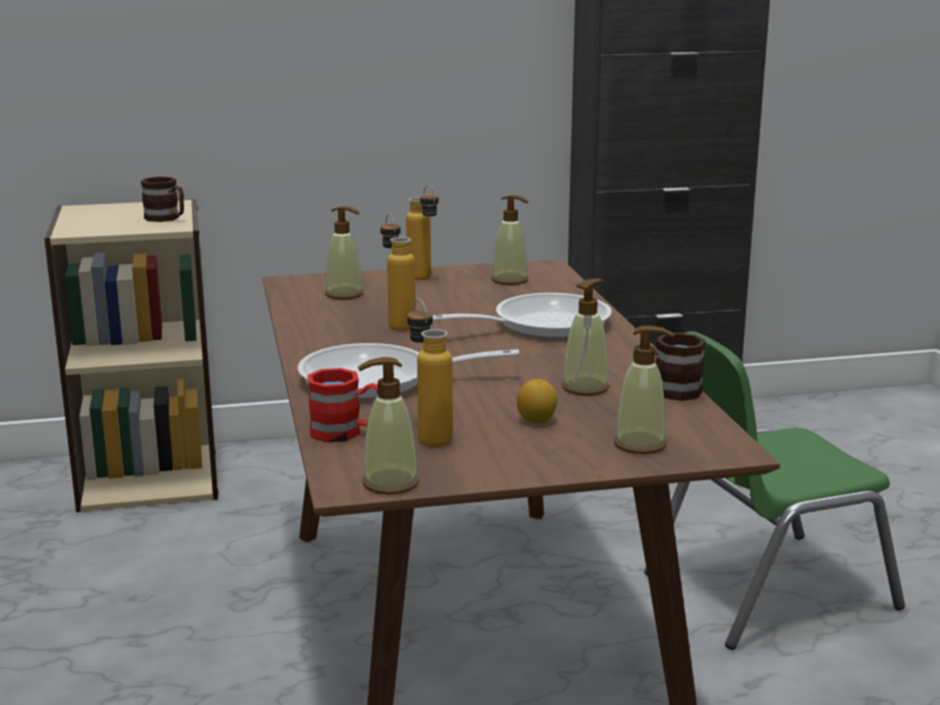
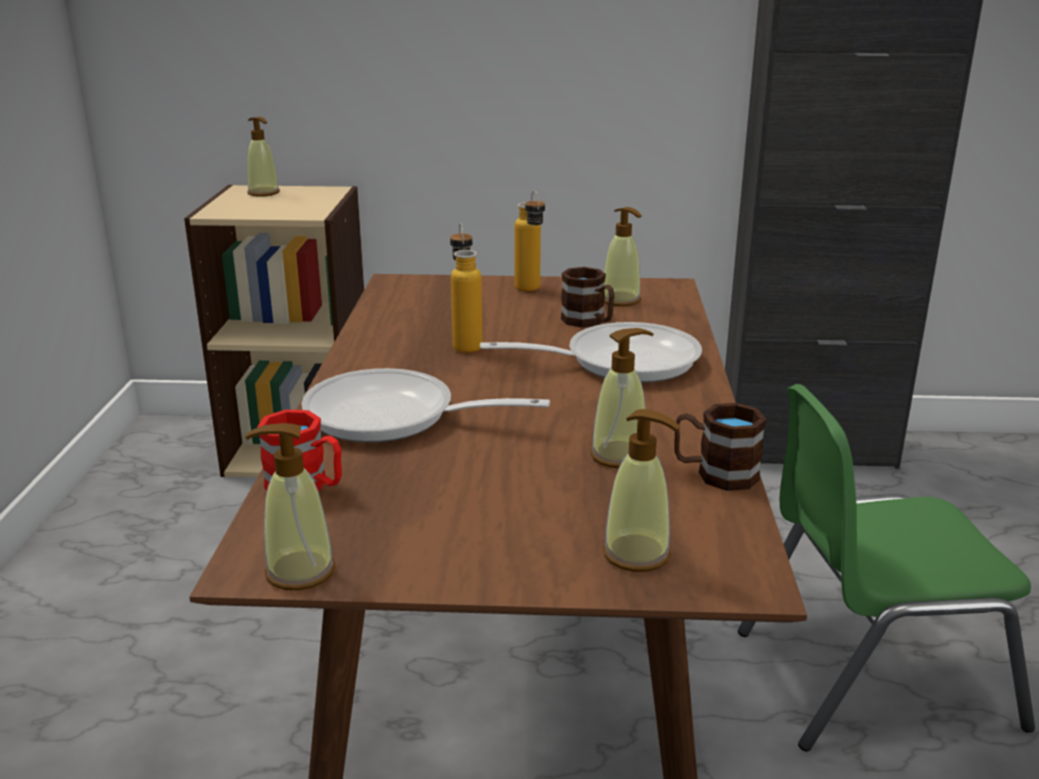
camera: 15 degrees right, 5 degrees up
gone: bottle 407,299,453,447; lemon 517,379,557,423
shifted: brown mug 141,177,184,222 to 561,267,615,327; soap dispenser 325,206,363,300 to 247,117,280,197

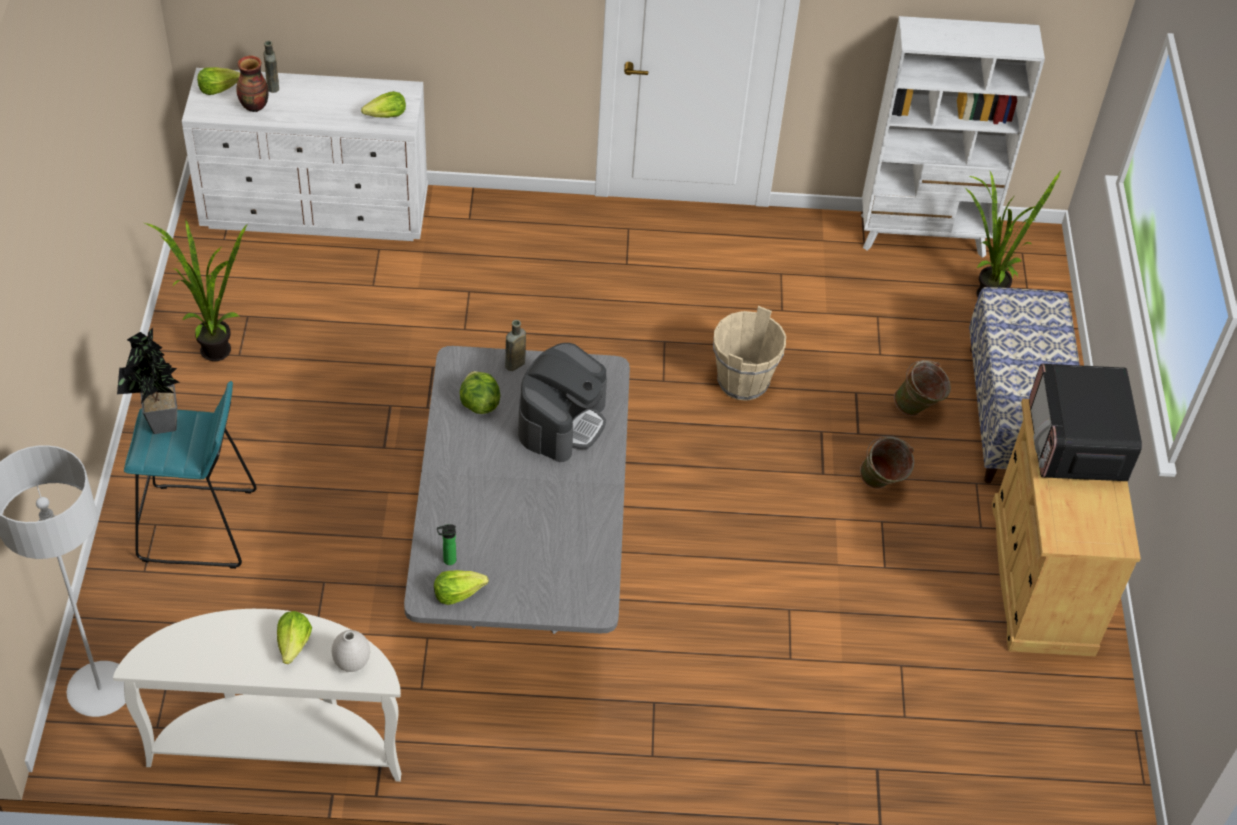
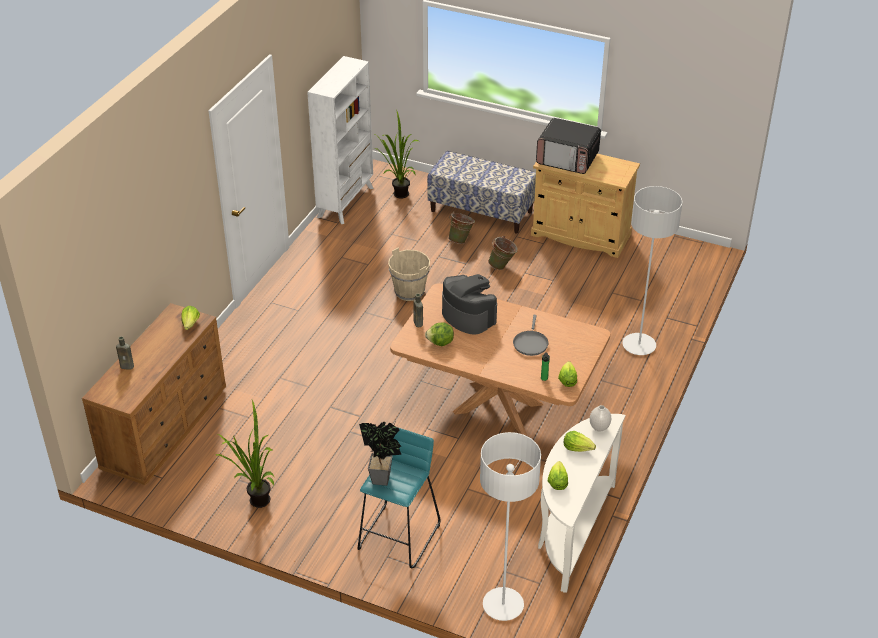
camera: 65 degrees left, 10 degrees down
gone: vase 236,56,269,112
new: grey floor lamp 622,186,682,355; grey frying pan 513,315,548,356
shifted: lettuce 197,67,240,95 to 548,461,568,490
repainted: white dresser 182,68,428,241 to brown dresser 82,303,226,485; grey dining table 404,346,630,634 to brown dining table 390,283,610,435

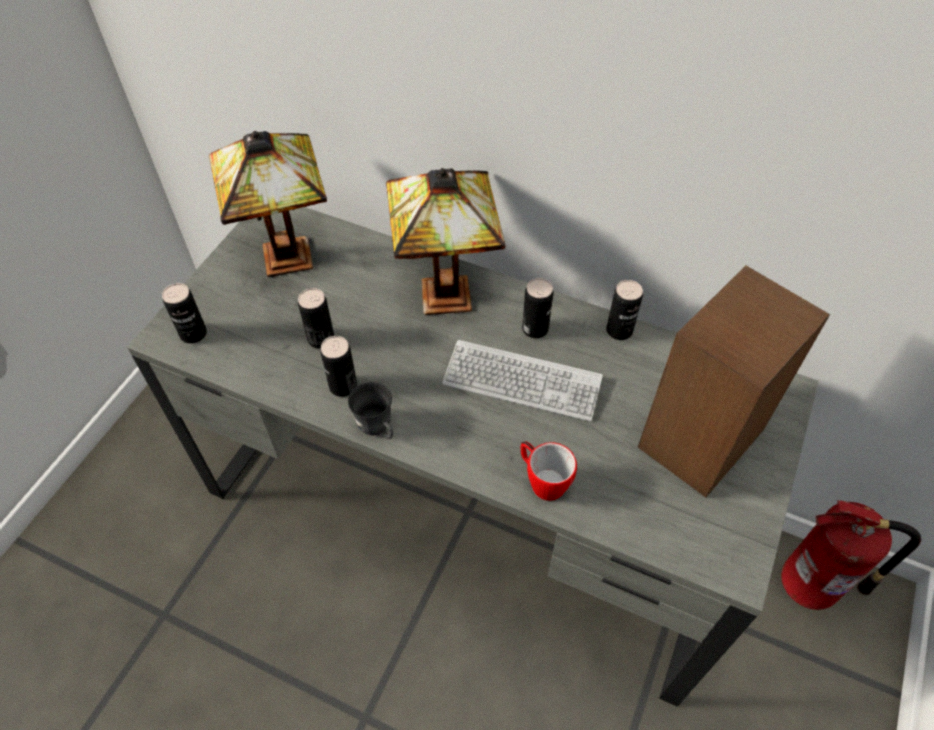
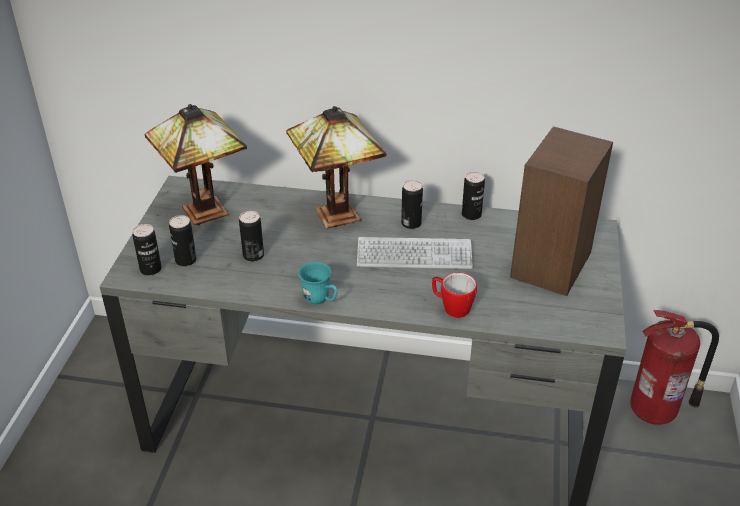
camera: 15 degrees left, 15 degrees down
shifted: can 320,336,357,397 to 169,215,197,266
repainted: grey mug 348,382,393,439 to turquoise mug 298,262,338,305

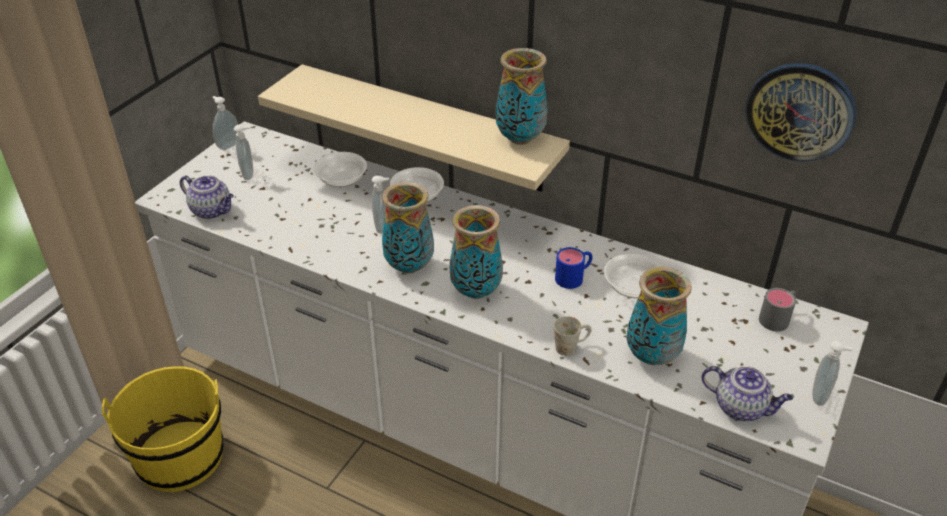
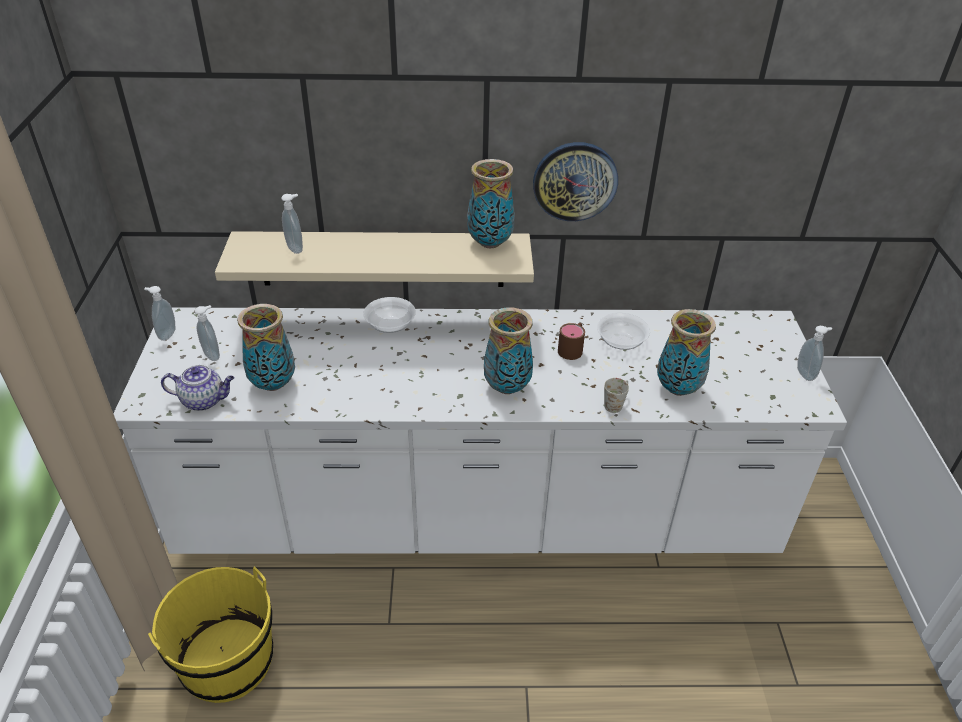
camera: 30 degrees left, 0 degrees up
gone: bowl 314,152,367,187; grey mug 759,288,797,332; teapot 702,366,793,421
shifted: wall clock 745,63,856,162 to 533,142,618,221; soap dispenser 372,175,389,234 to 281,194,303,254; vase 382,182,434,274 to 237,304,295,391
repainted: blue mug 555,247,592,289 to brown mug 558,323,585,360

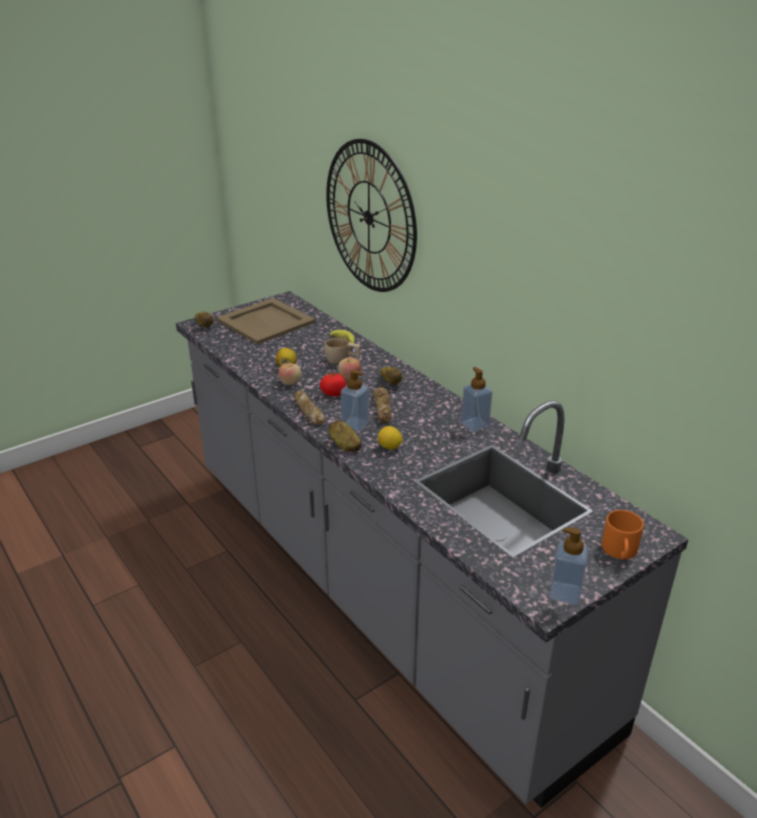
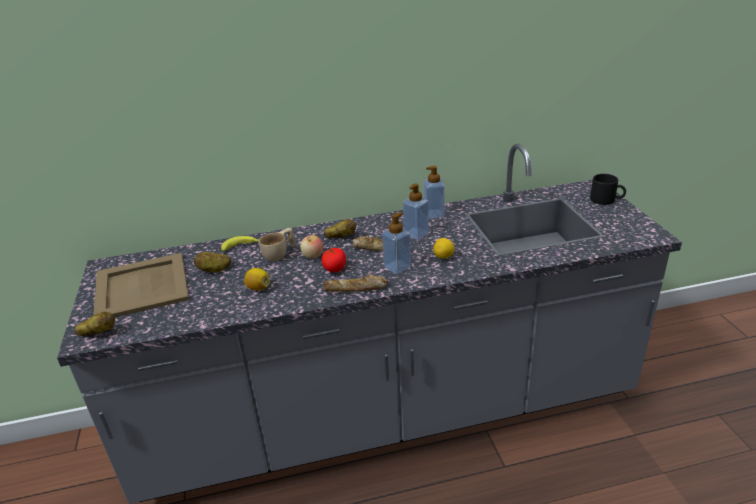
camera: 65 degrees left, 0 degrees up
gone: wall clock 326,139,417,292; apple 278,363,301,385
shifted: potato 329,420,361,452 to 194,252,231,272; soap dispenser 549,527,589,605 to 403,183,429,240
repainted: orange mug 602,510,644,560 to black mug 590,174,626,205

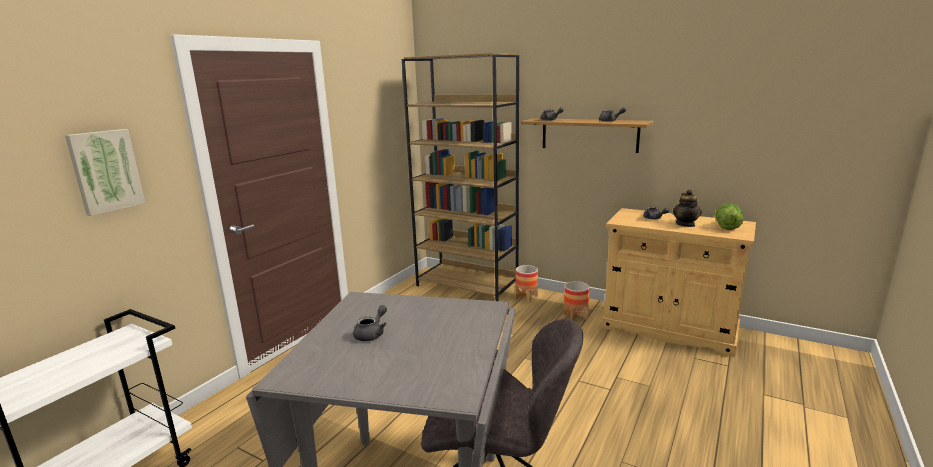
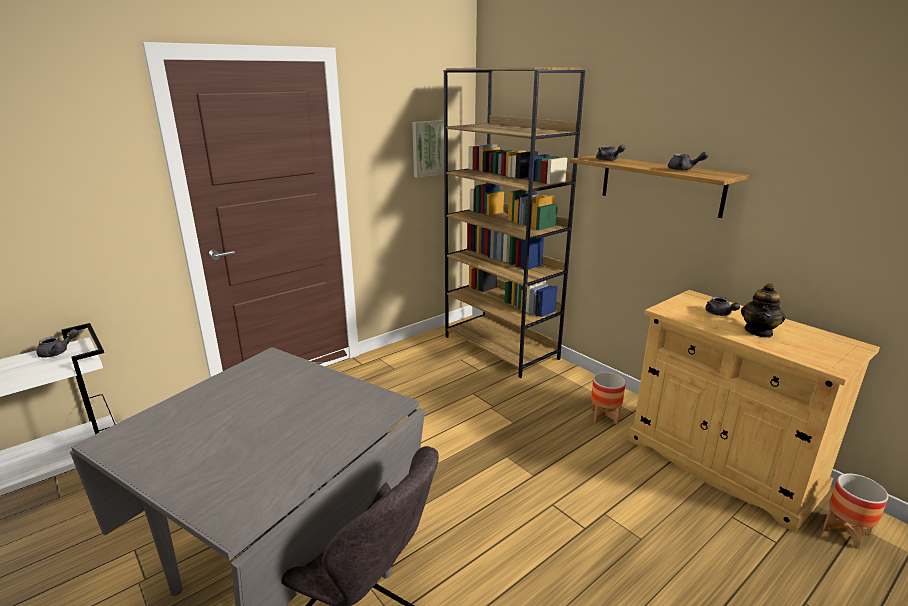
camera: 20 degrees right, 5 degrees up
gone: lettuce 716,204,744,230
shifted: picture 65,129,146,216 to 412,120,444,178; planter 515,265,538,303 to 823,473,889,549; grey teapot 353,305,387,341 to 36,329,79,358

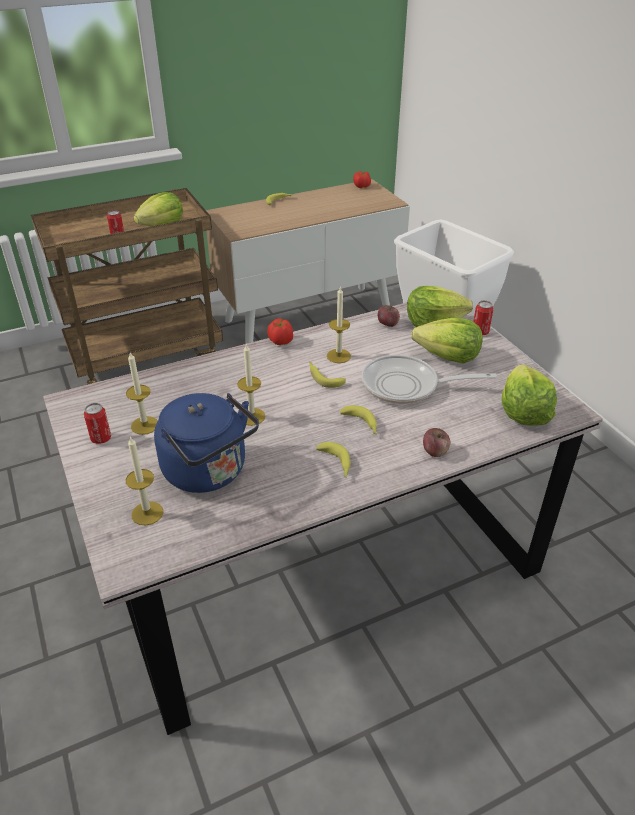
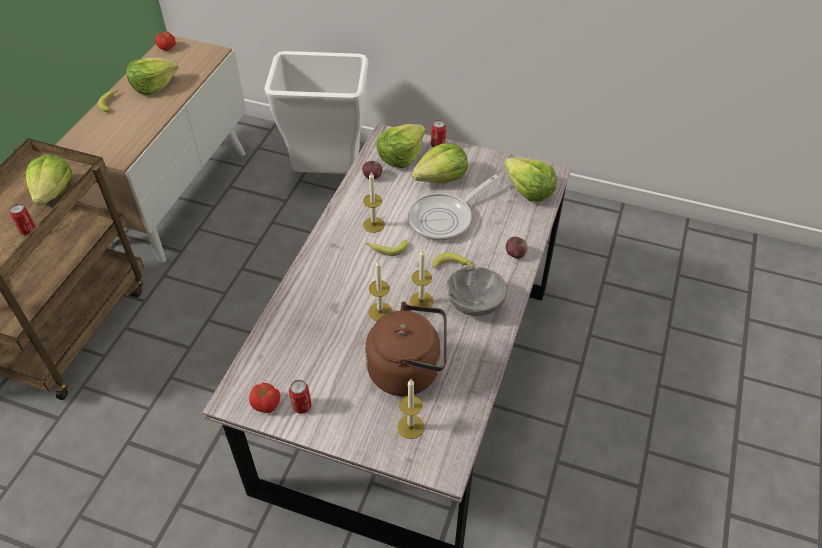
camera: 45 degrees left, 10 degrees up
new: lettuce 126,58,178,95
shifted: tomato 267,319,293,345 to 249,383,280,413; candle 126,353,158,435 to 410,250,433,307
swapped: banana 316,442,351,477 to grey bowl 447,267,507,316
repainted: blue kettle 154,393,259,493 to brown kettle 365,302,447,396

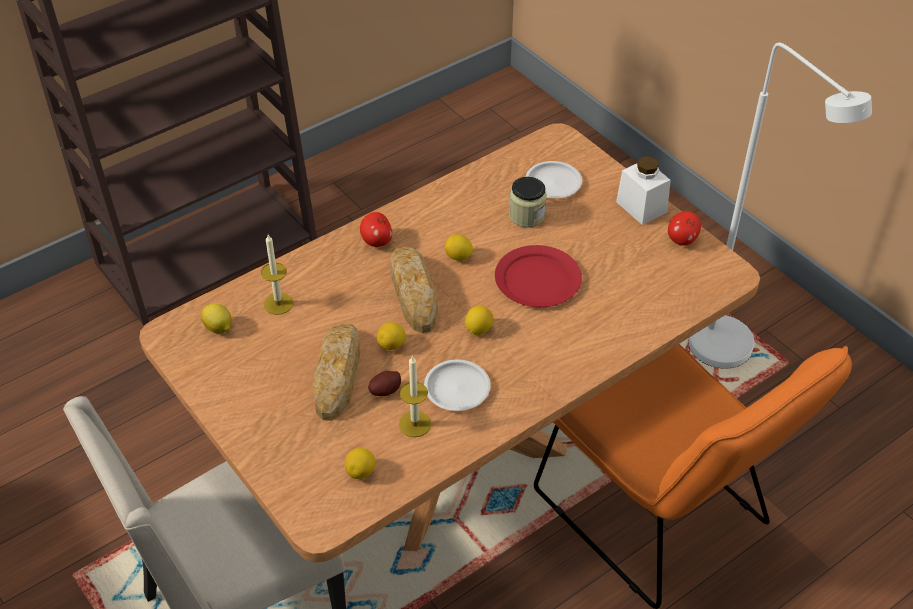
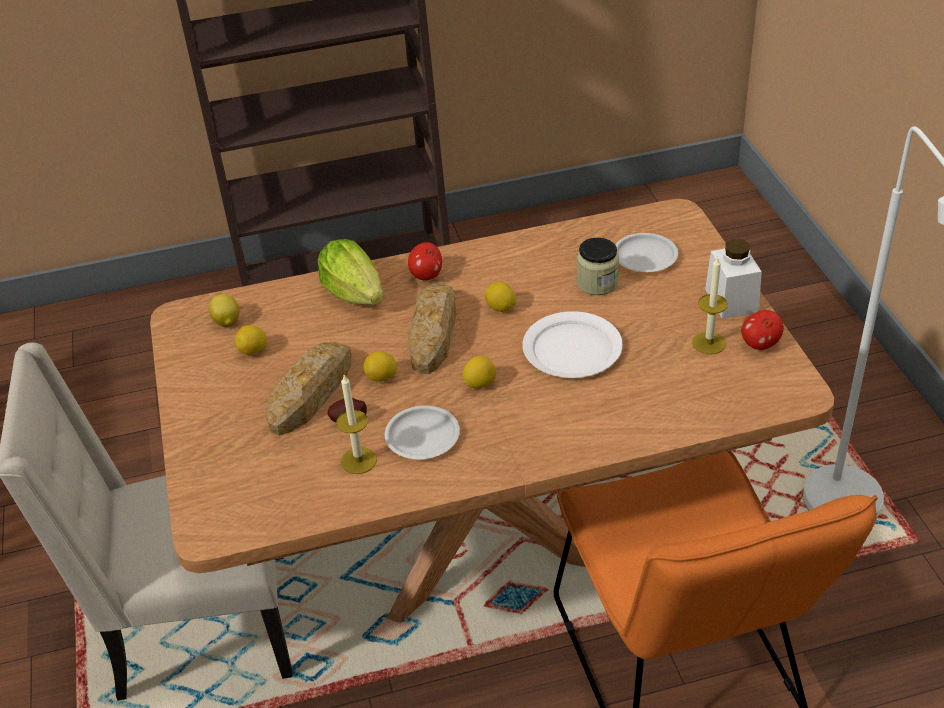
camera: 25 degrees right, 5 degrees down
new: lettuce 318,239,383,305
shifted: candle 261,235,293,315 to 692,256,728,354; lemon 344,448,375,479 to 234,325,267,355
repainted: red plate 495,245,582,307 to white plate 522,311,623,378

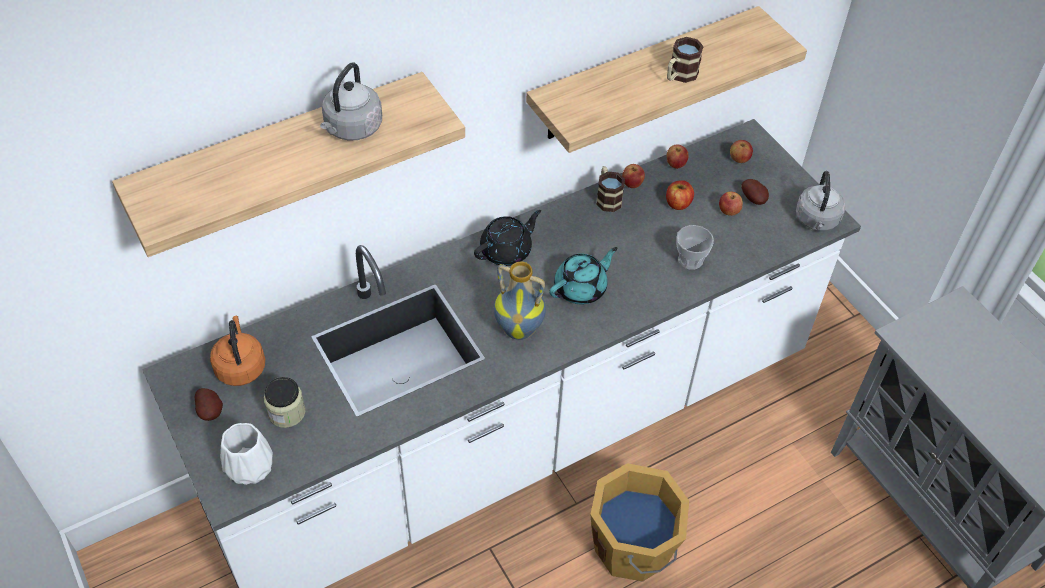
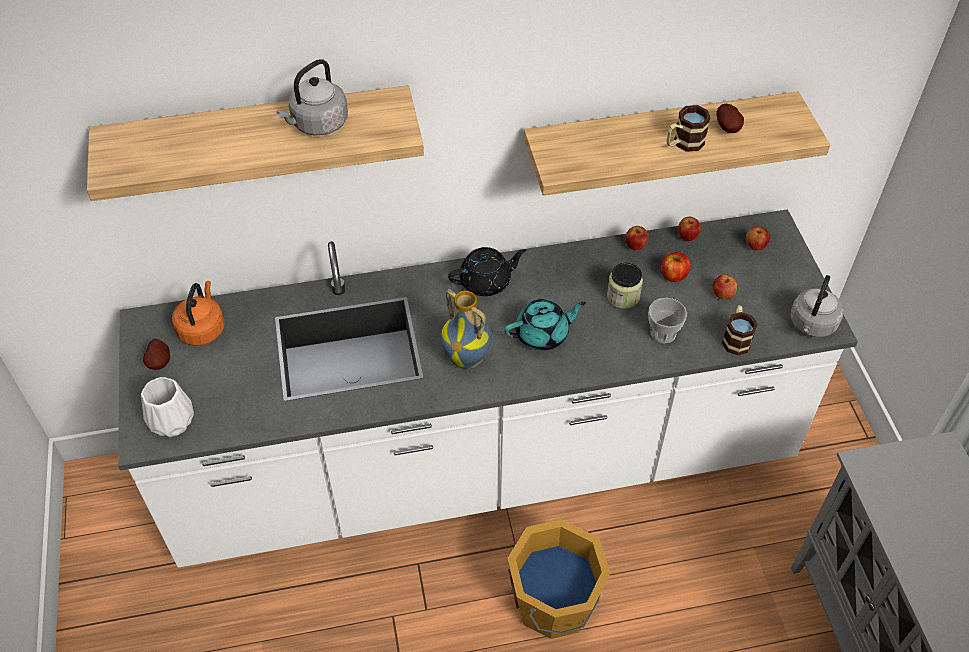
camera: 20 degrees right, 0 degrees up
shifted: mug 596,166,625,212 to 722,305,758,356; potato 741,179,769,205 to 716,104,744,133; jar 264,377,305,428 to 607,262,643,309

